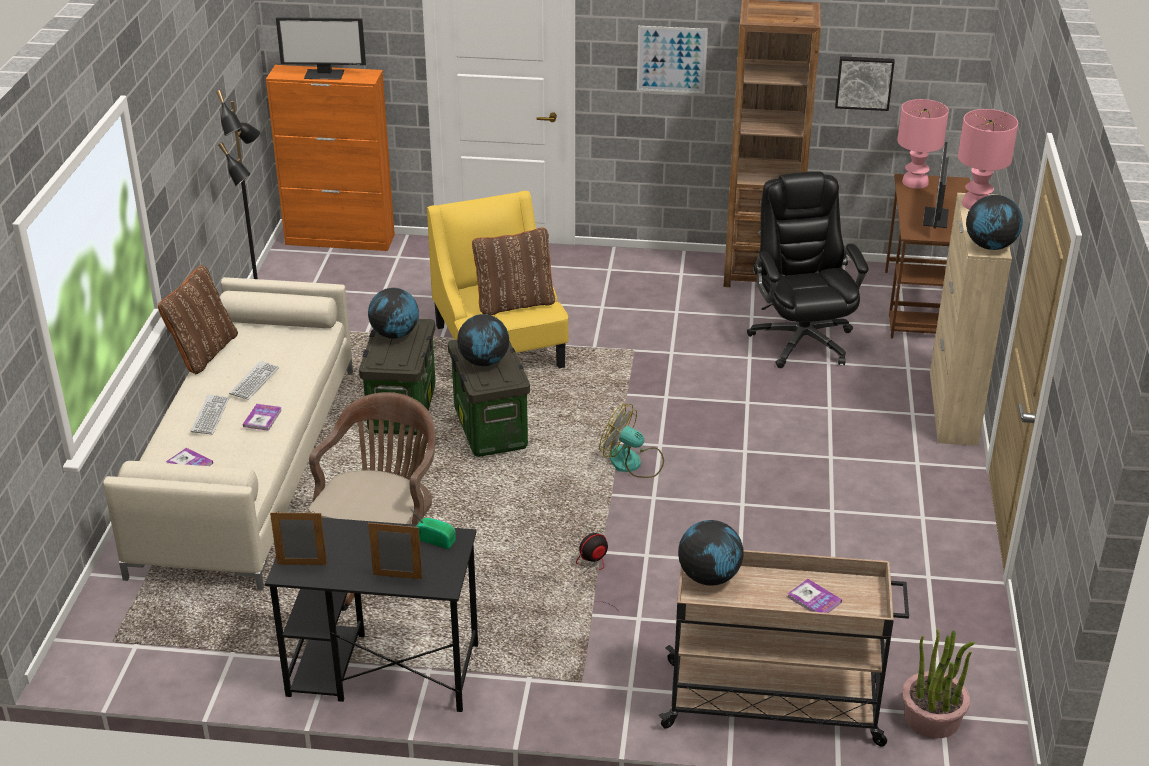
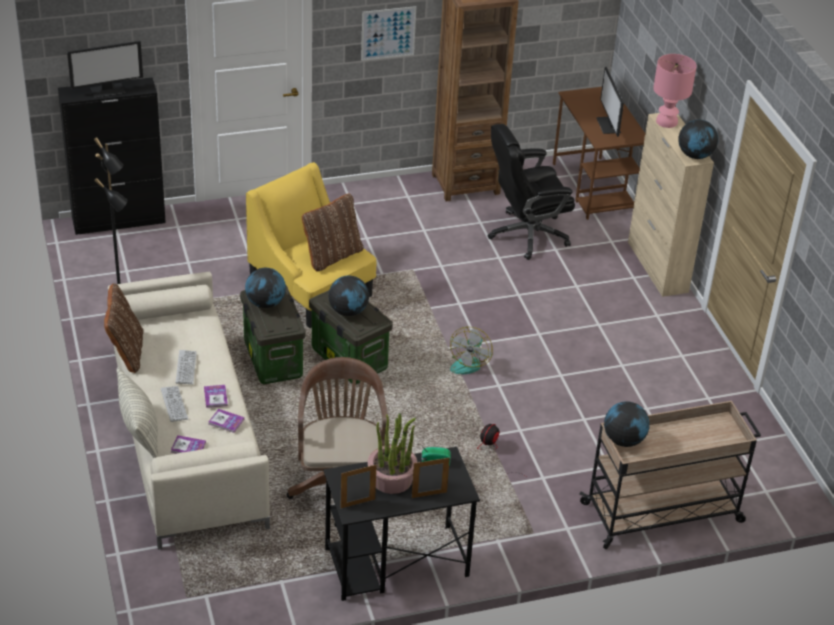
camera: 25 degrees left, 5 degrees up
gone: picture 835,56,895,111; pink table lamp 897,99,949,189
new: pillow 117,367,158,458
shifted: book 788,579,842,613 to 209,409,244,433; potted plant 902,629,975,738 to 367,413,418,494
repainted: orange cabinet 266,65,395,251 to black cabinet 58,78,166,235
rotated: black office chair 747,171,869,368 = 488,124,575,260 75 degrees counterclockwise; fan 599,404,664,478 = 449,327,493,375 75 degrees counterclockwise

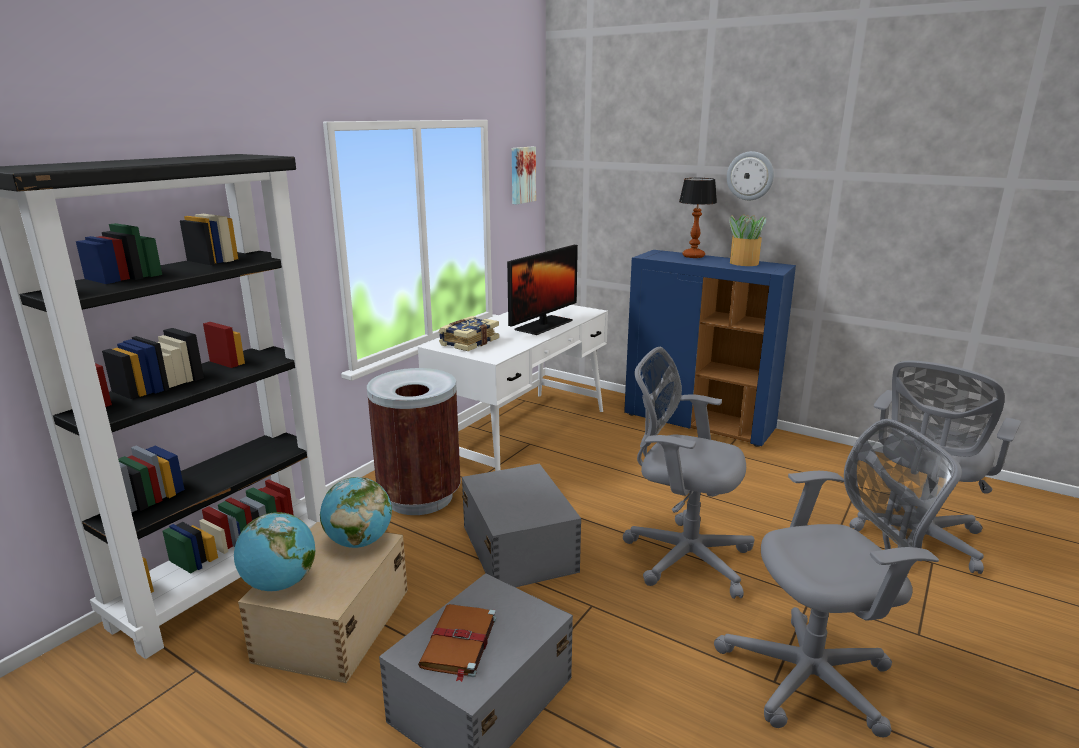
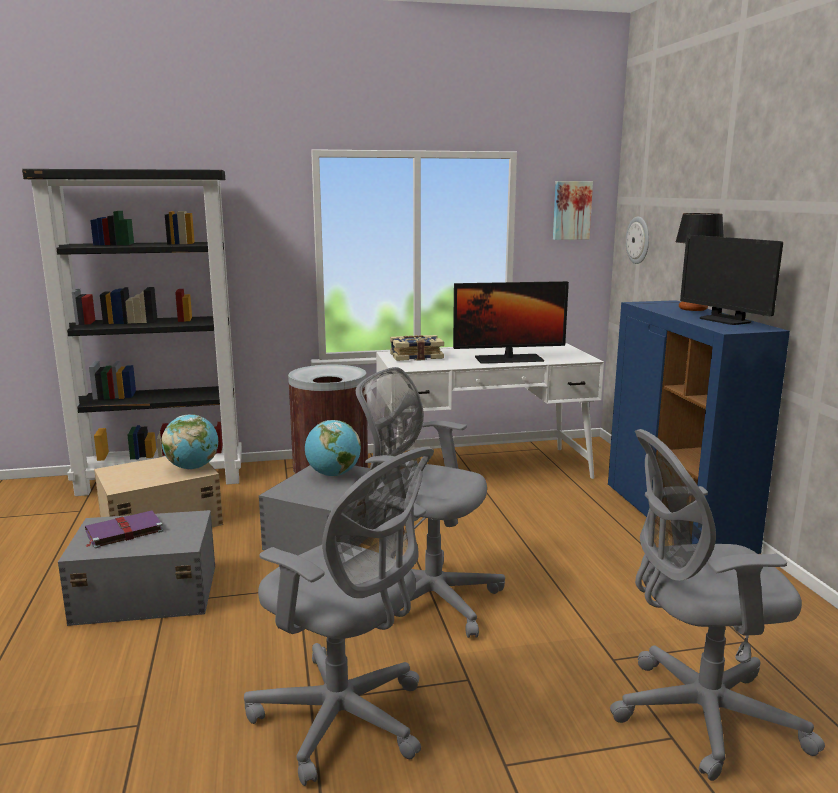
camera: 45 degrees right, 5 degrees down
shifted: wall clock 727,151,774,200 to 626,217,649,264; globe 234,512,315,591 to 305,420,361,476
swapped: potted plant 729,214,766,266 to monitor 680,235,783,325
repainted: brown book 418,604,496,682 to purple book 85,511,164,548
rotated: grey office chair 622,347,754,599 = 356,367,505,638 45 degrees counterclockwise

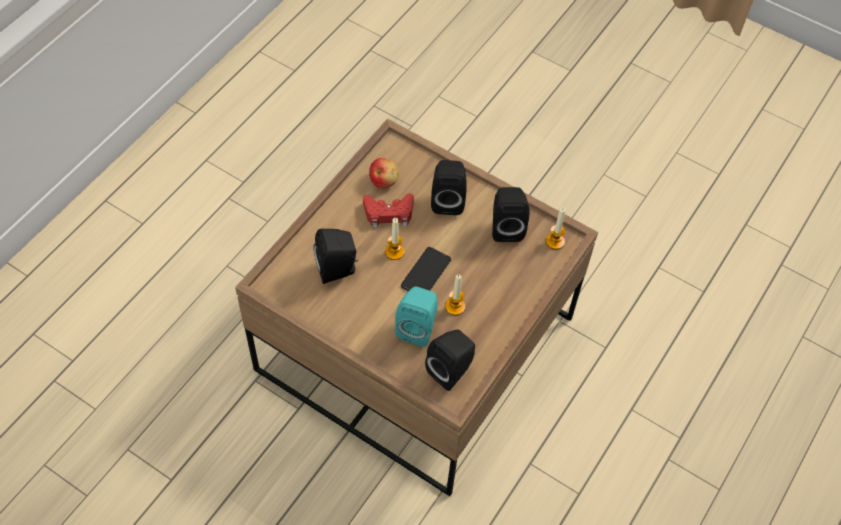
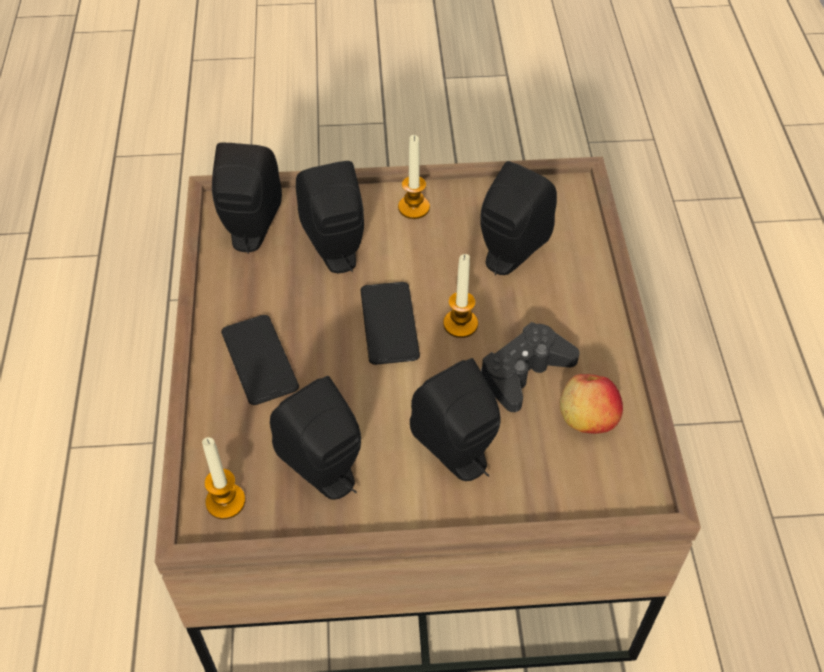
camera: 145 degrees right, 5 degrees down
new: phone 221,315,299,405
shifted: candle 445,275,465,315 to 398,135,430,219
repainted: red game controller 363,193,414,227 to black game controller 481,322,580,412; turquoise speaker 395,286,438,347 to black speaker 296,161,364,273

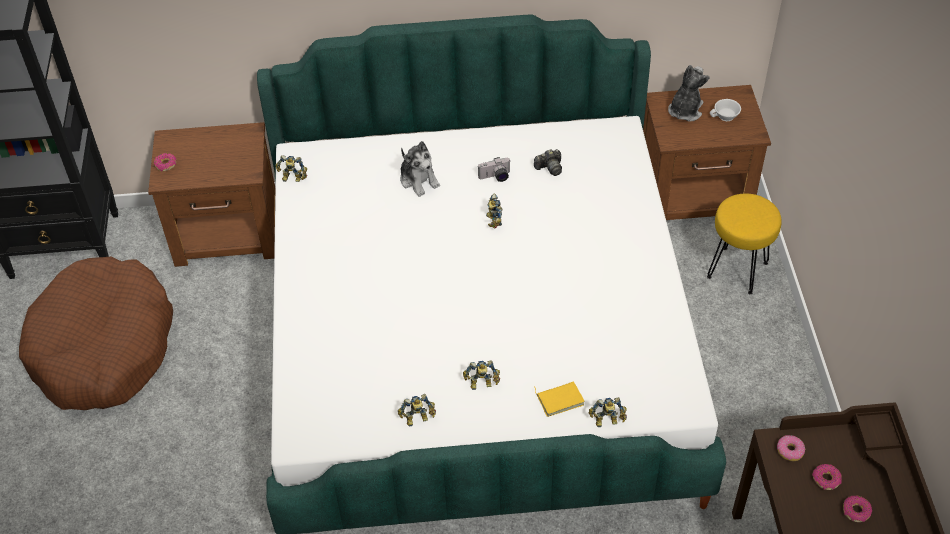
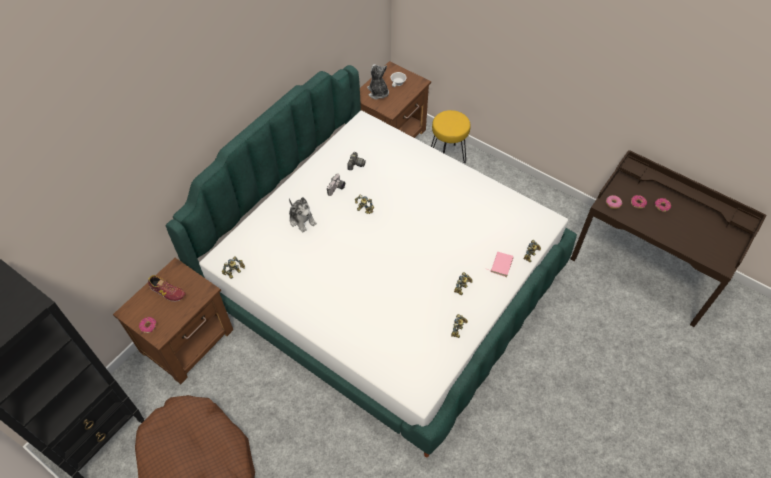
camera: 50 degrees left, 5 degrees up
new: shoe 148,275,186,302
repainted: yellow book 534,381,585,417 to pink book 489,252,513,277
rotated: plush toy 400,141,440,197 = 289,197,317,233 45 degrees clockwise

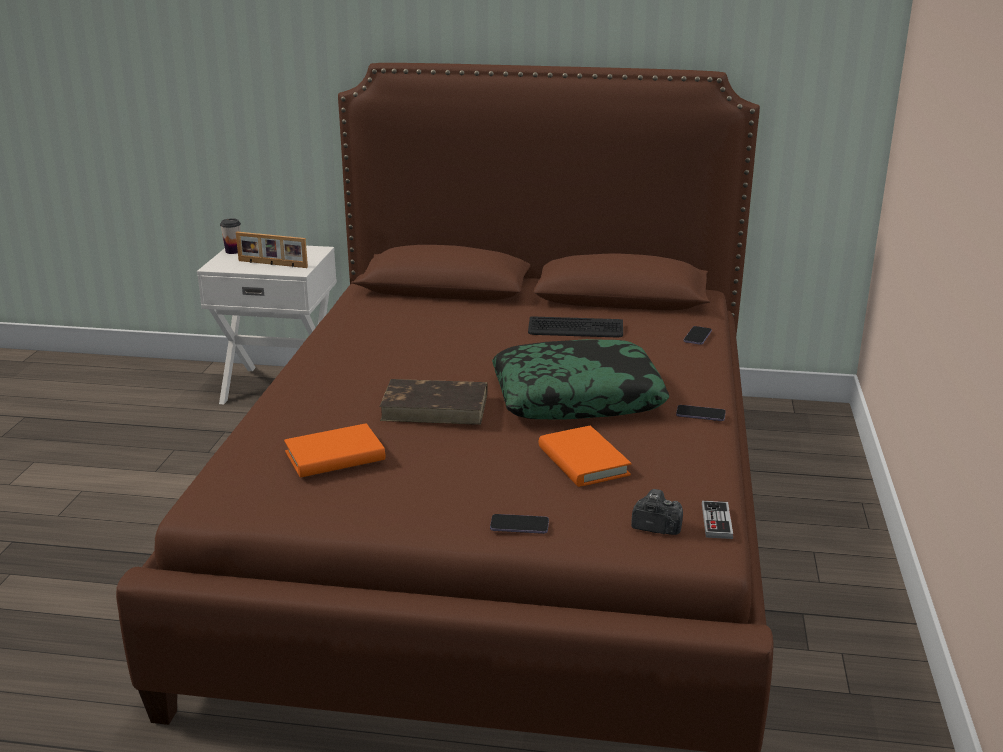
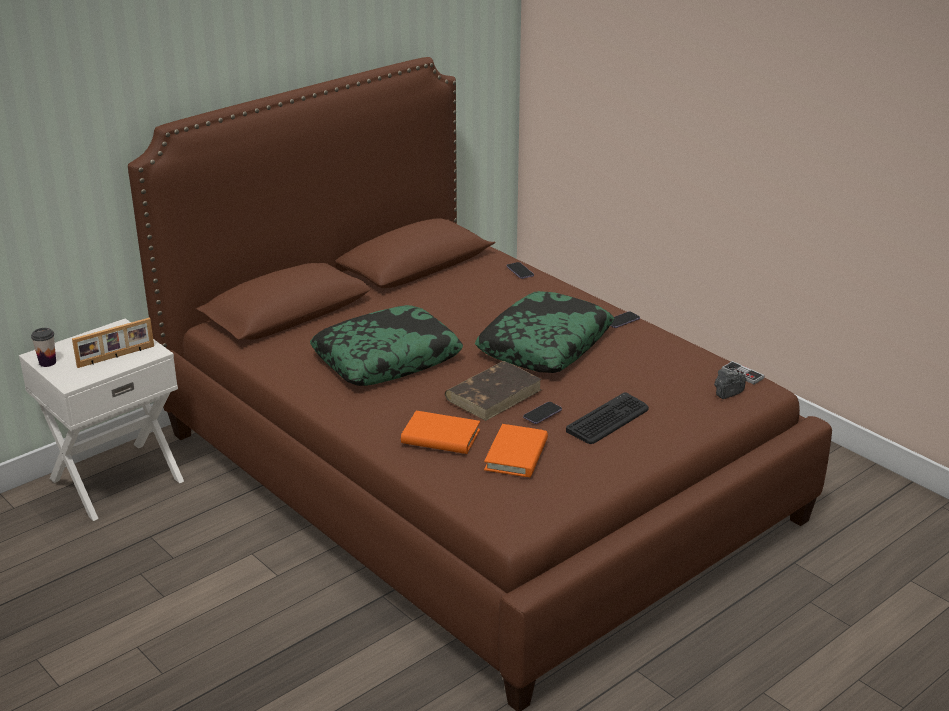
camera: 50 degrees left, 5 degrees up
new: pillow 310,305,463,386
shifted: keyboard 528,317,623,337 to 566,392,649,444; orange book 539,426,631,487 to 401,411,480,454; phone 490,514,549,534 to 523,402,562,424

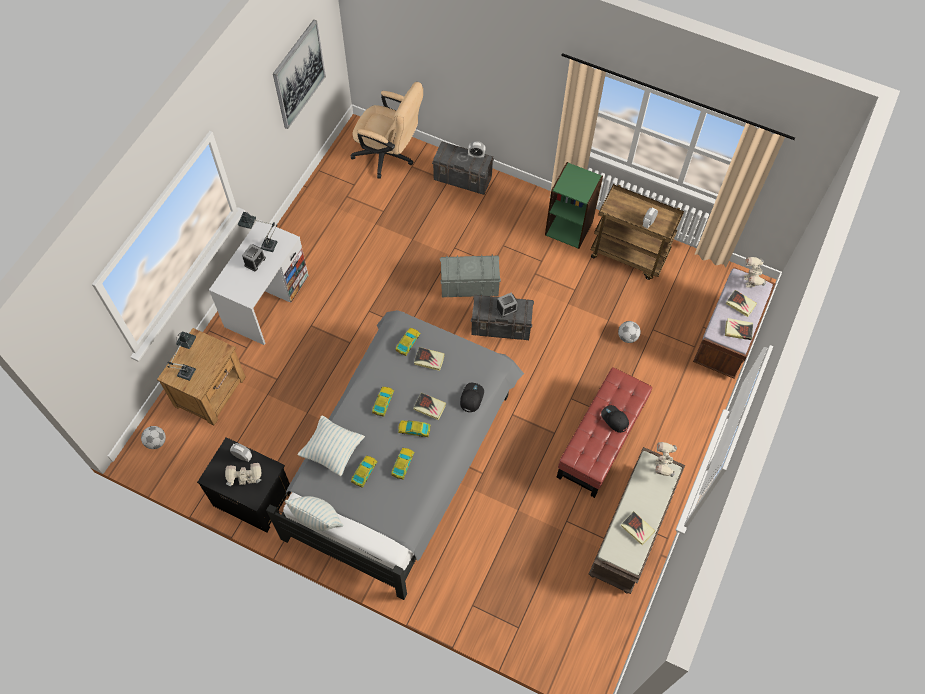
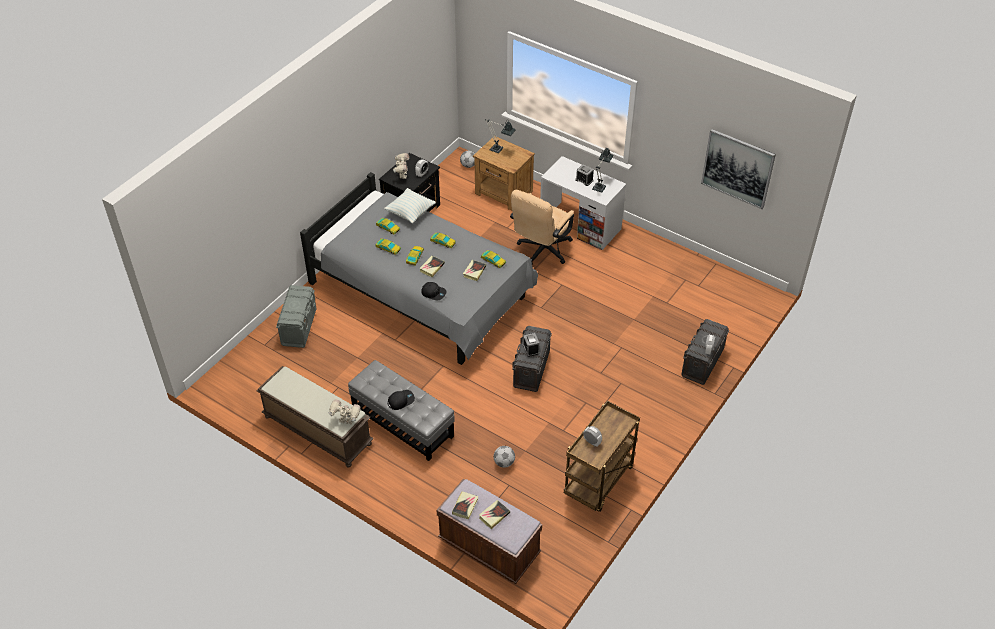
camera: 100 degrees right, 15 degrees down
gone: green bookcase 545,162,603,249; toy robot 744,257,767,288; pillow 285,496,343,531; book 621,511,655,545
shifted: beige office chair 350,82,423,179 to 510,190,574,264; grey storage box 440,255,501,297 to 276,285,316,348
repainted: red ottoman 556,367,652,498 to grey ottoman 348,360,454,461

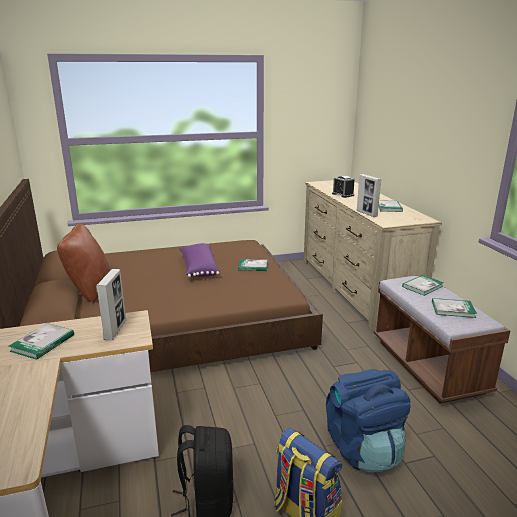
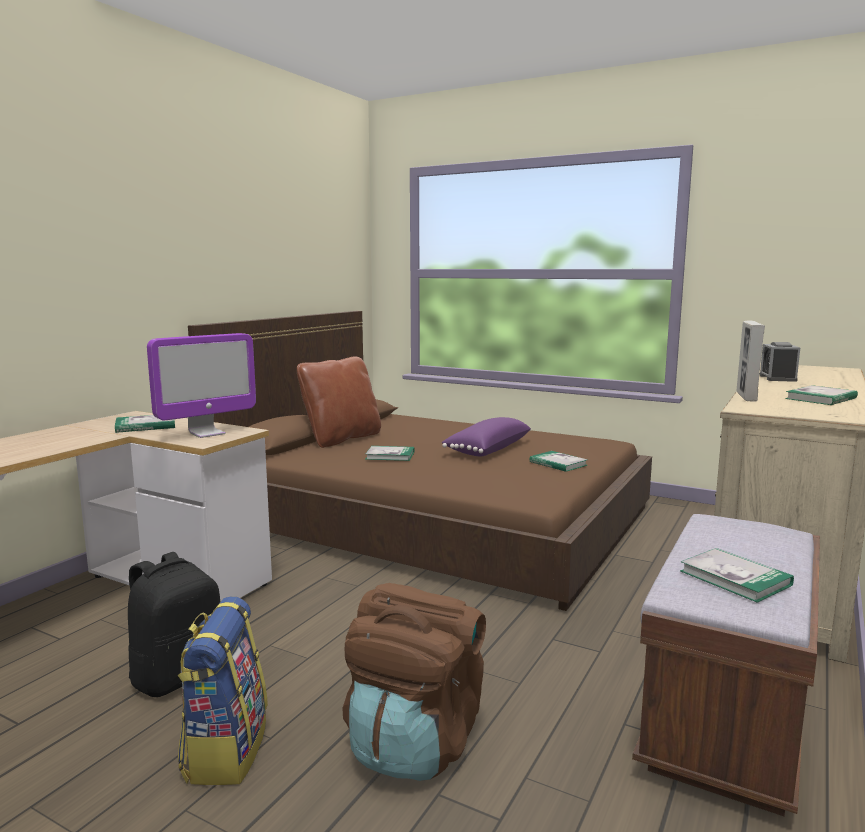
camera: 45 degrees right, 10 degrees down
shifted: book 402,275,444,296 to 365,446,414,461
swapped: picture frame 96,269,126,341 to monitor 147,333,256,438
repainted: blue backpack 326,369,411,472 to brown backpack 342,583,486,781

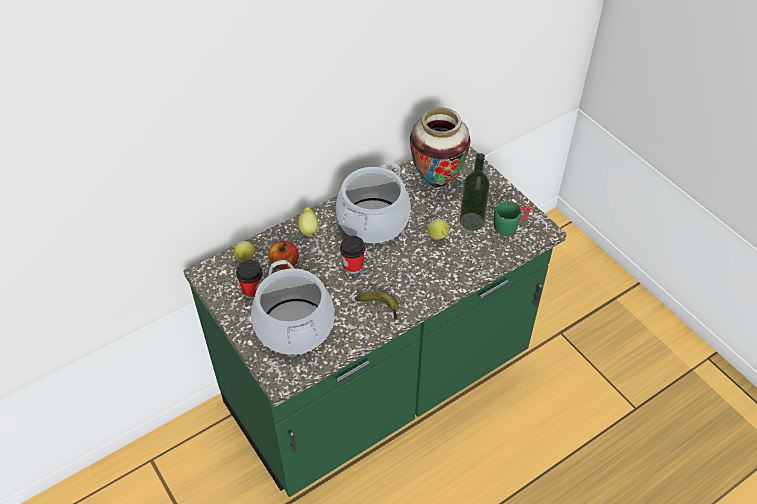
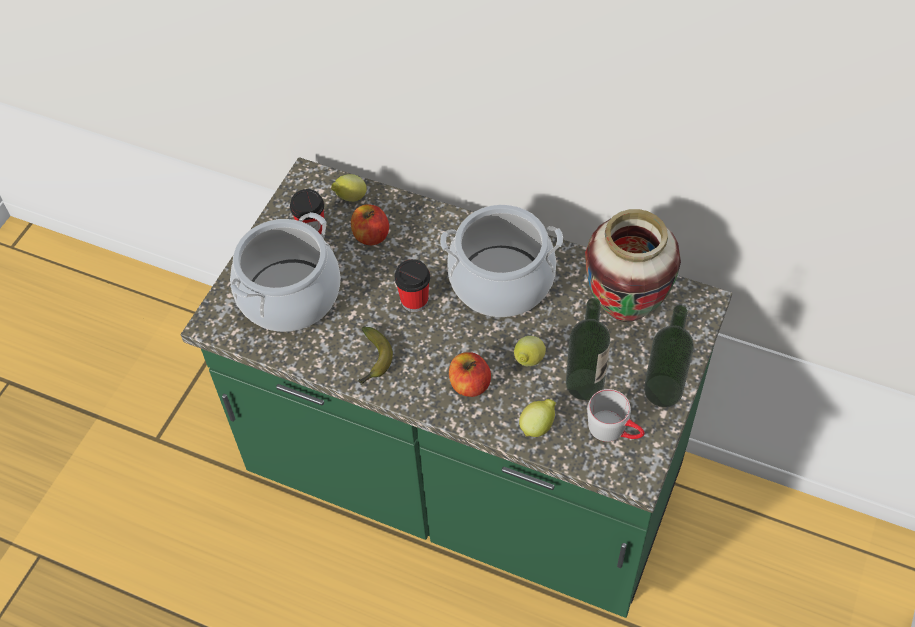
camera: 60 degrees right, 5 degrees up
new: bottle 644,305,694,407; apple 449,352,491,397
shifted: lemon 298,207,318,237 to 519,399,556,437
repainted: green mug 494,201,530,235 to grey mug 587,389,645,442

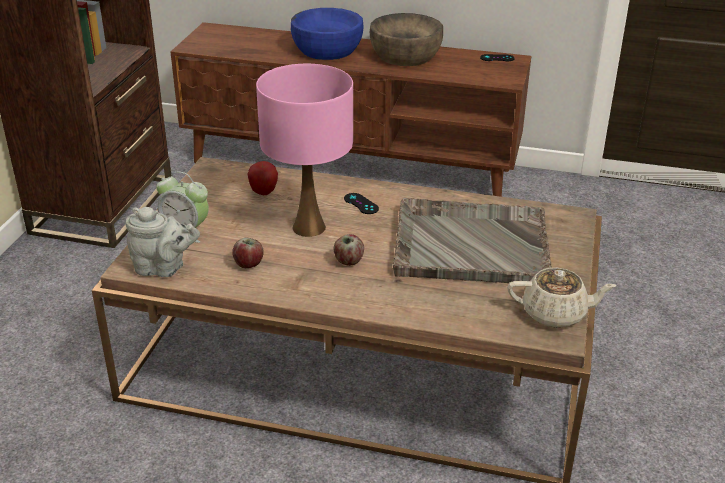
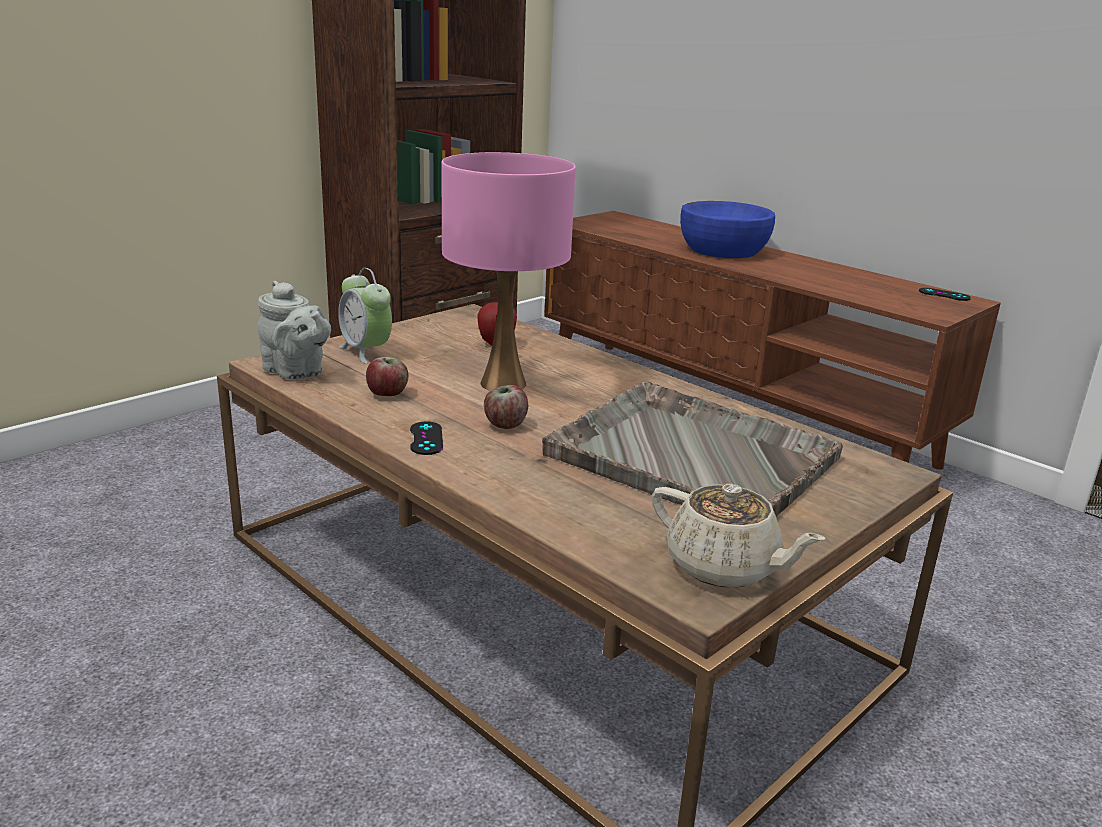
camera: 30 degrees right, 10 degrees down
gone: brown bowl 370,13,443,66
shifted: black game controller 344,193,379,214 to 410,422,443,455

